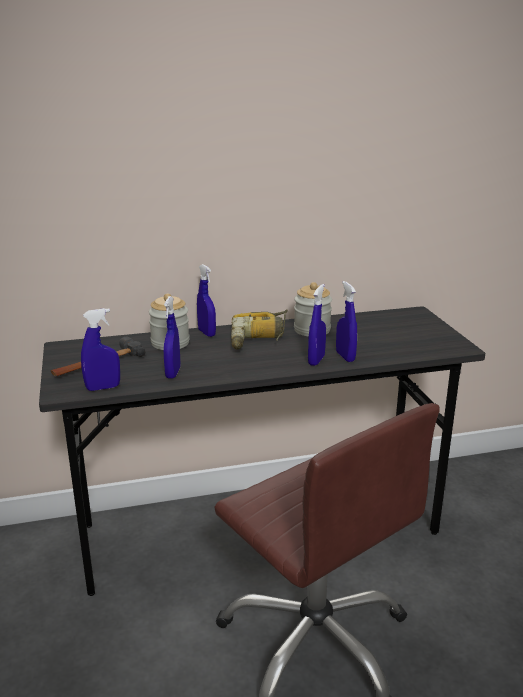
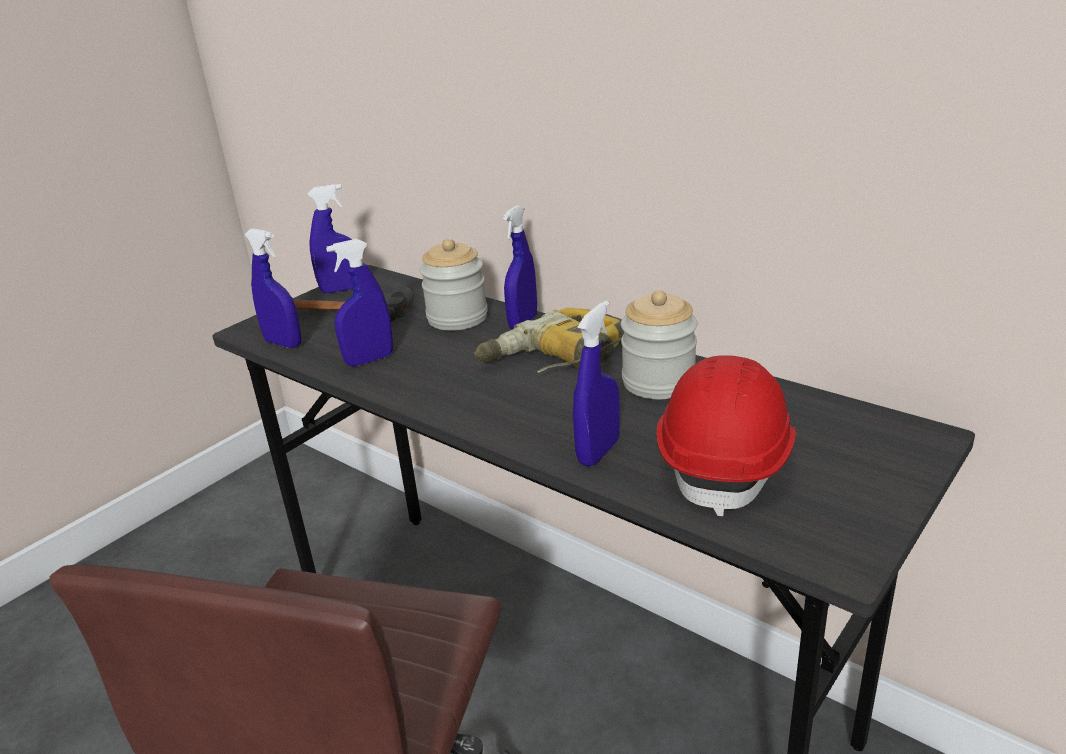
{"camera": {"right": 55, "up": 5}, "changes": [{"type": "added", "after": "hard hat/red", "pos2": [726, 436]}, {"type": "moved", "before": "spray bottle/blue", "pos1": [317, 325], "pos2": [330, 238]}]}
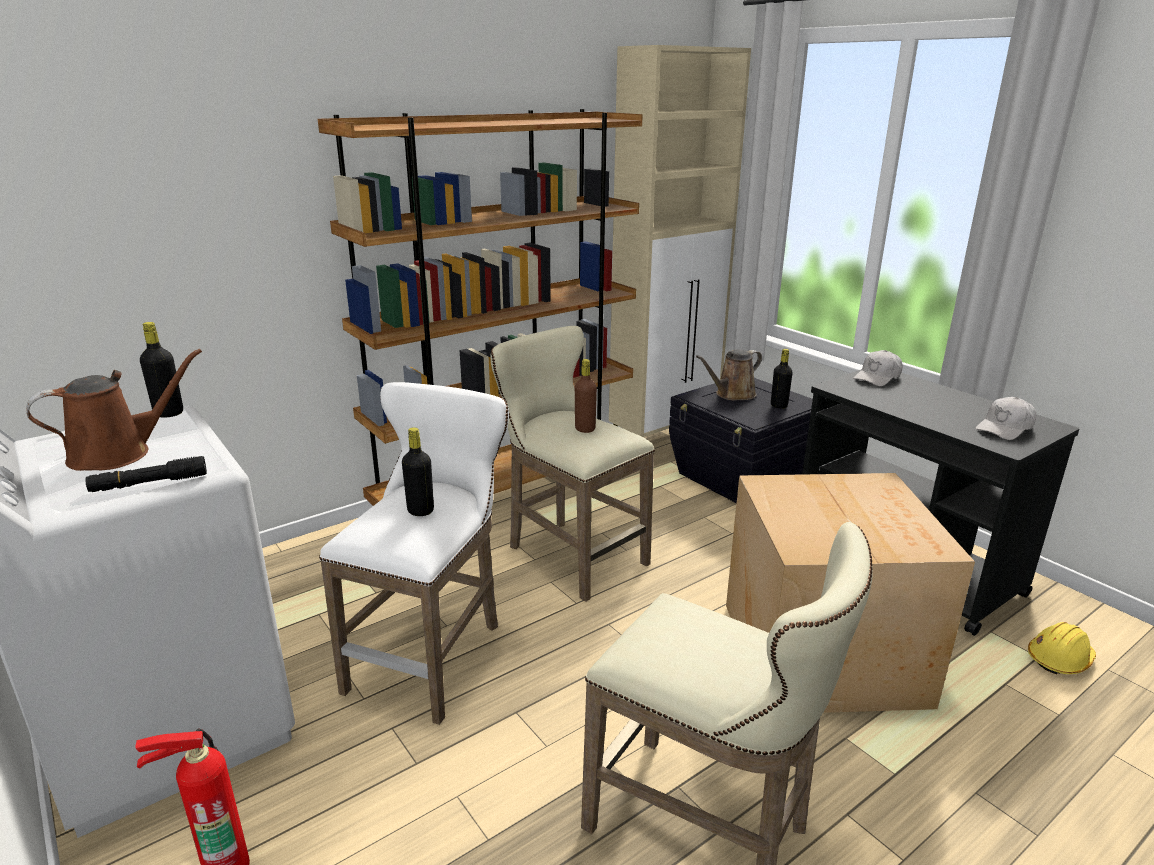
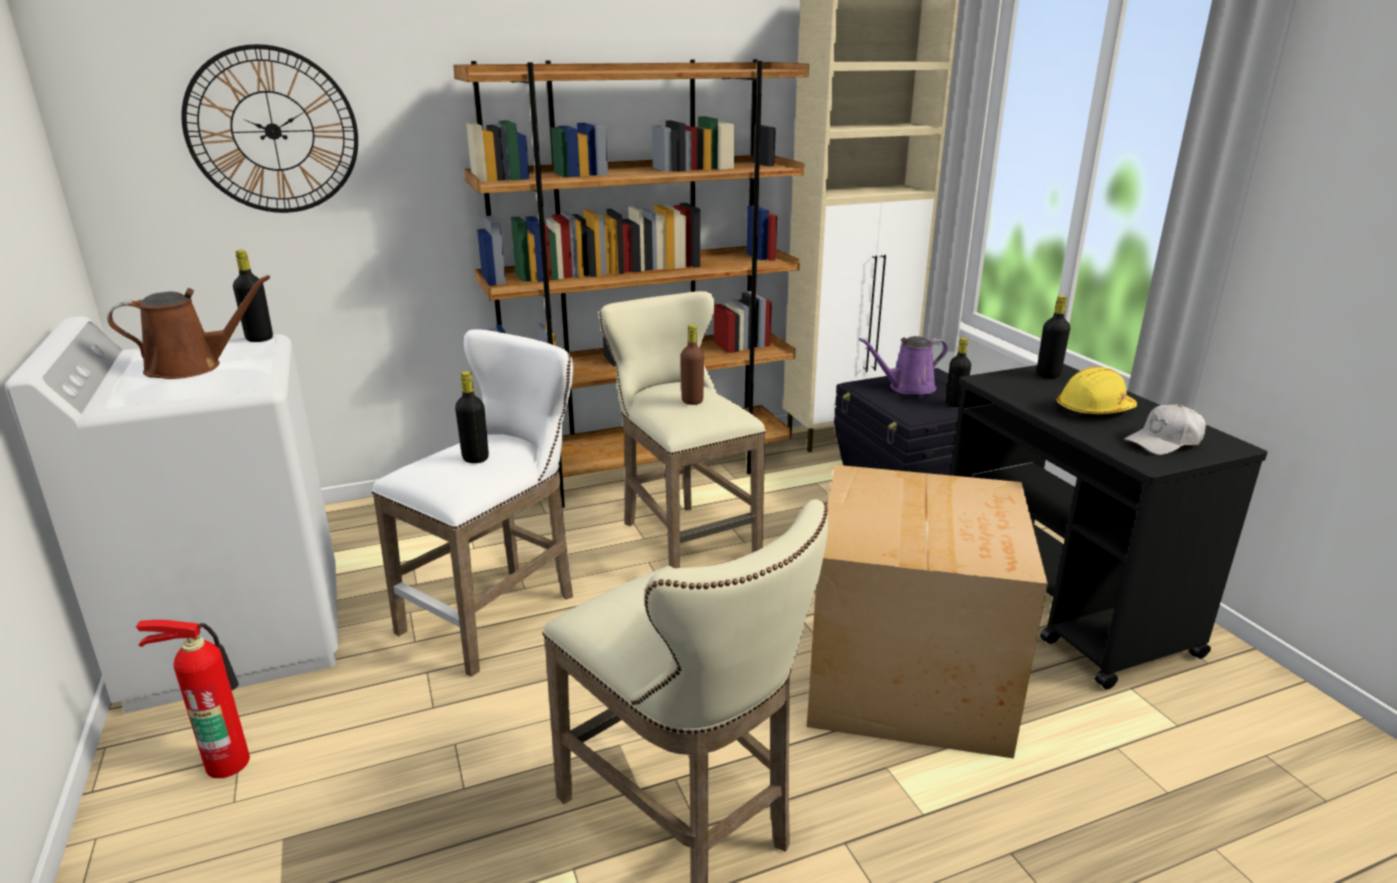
{"camera": {"right": 15, "up": 0}, "changes": [{"type": "removed", "before": "flashlight/black", "pos1": [146, 474]}, {"type": "added", "after": "wall clock", "pos2": [269, 128]}, {"type": "moved", "before": "hard hat/yellow", "pos1": [1062, 648], "pos2": [1097, 392]}, {"type": "replaced", "before": "cap/white", "after": "bottle/black", "pos1": [878, 368], "pos2": [1053, 336]}, {"type": "recoloured", "before": "watering can/brown", "after": "watering can/purple", "pos1": [729, 375], "pos2": [903, 365]}]}
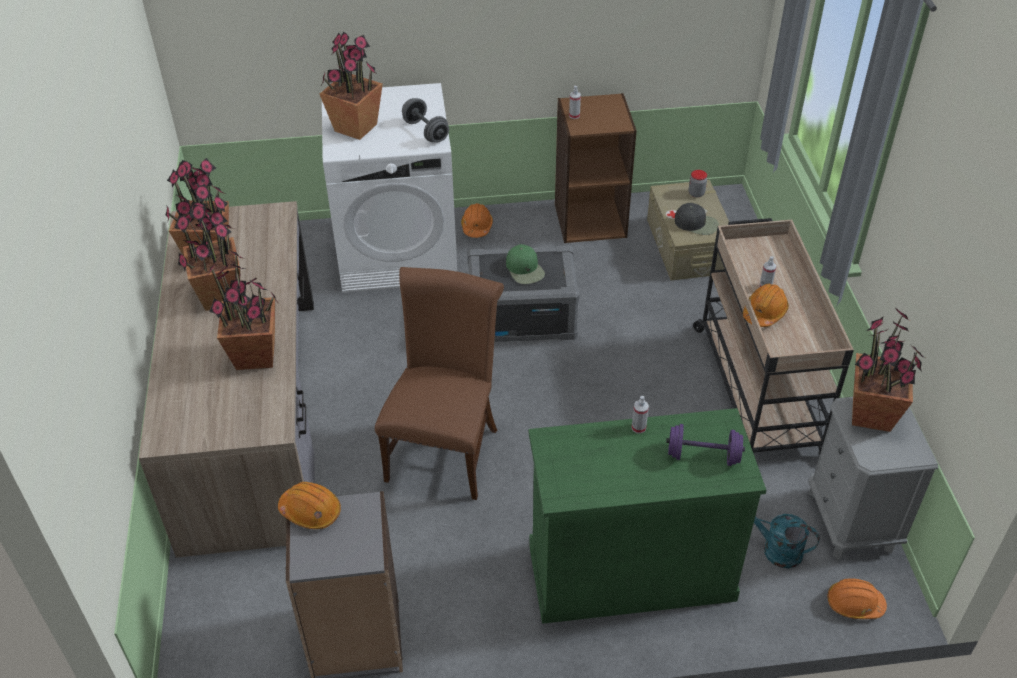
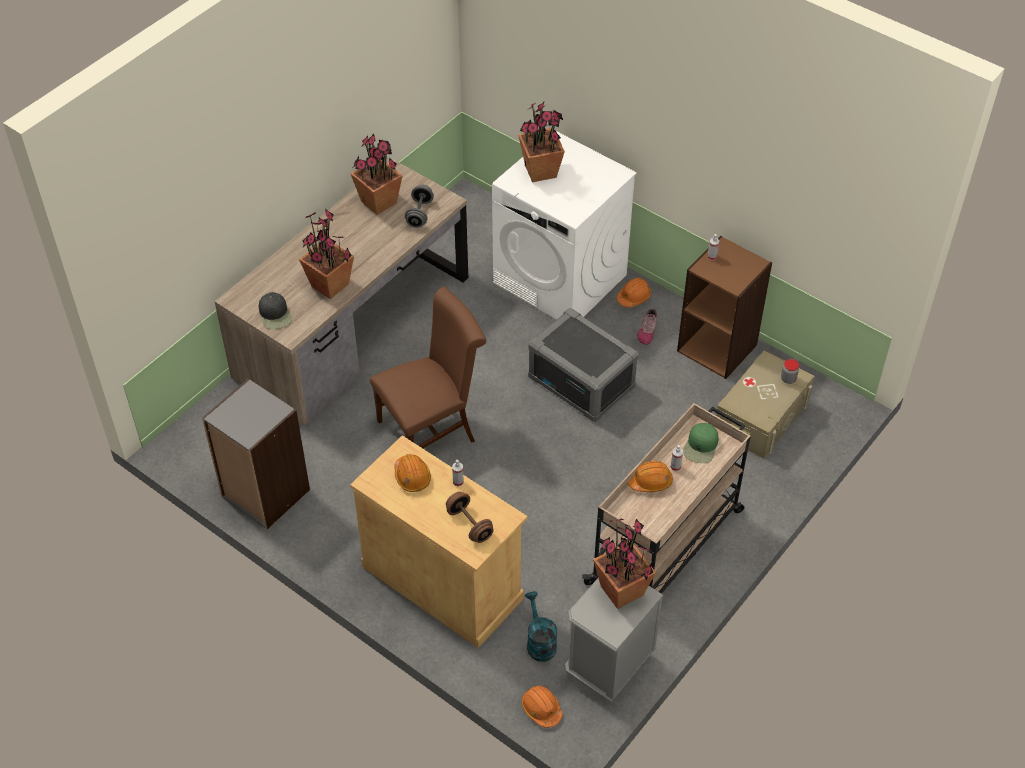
{"camera": {"right": 45, "up": 5}, "changes": [{"type": "removed", "before": "potted plant", "pos1": [207, 253]}, {"type": "added", "after": "shoe", "pos2": [647, 327]}, {"type": "moved", "before": "hard hat/orange", "pos1": [309, 505], "pos2": [412, 473]}, {"type": "moved", "before": "dumbbell/grey", "pos1": [425, 120], "pos2": [419, 206]}, {"type": "moved", "before": "cap/green", "pos1": [525, 264], "pos2": [701, 443]}, {"type": "moved", "before": "cap/black", "pos1": [697, 219], "pos2": [275, 310]}, {"type": "recoloured", "before": "cabinet/green", "after": "cabinet/beige", "pos1": [647, 516], "pos2": [439, 541]}, {"type": "recoloured", "before": "dumbbell/purple", "after": "dumbbell/brown", "pos1": [705, 445], "pos2": [470, 517]}]}
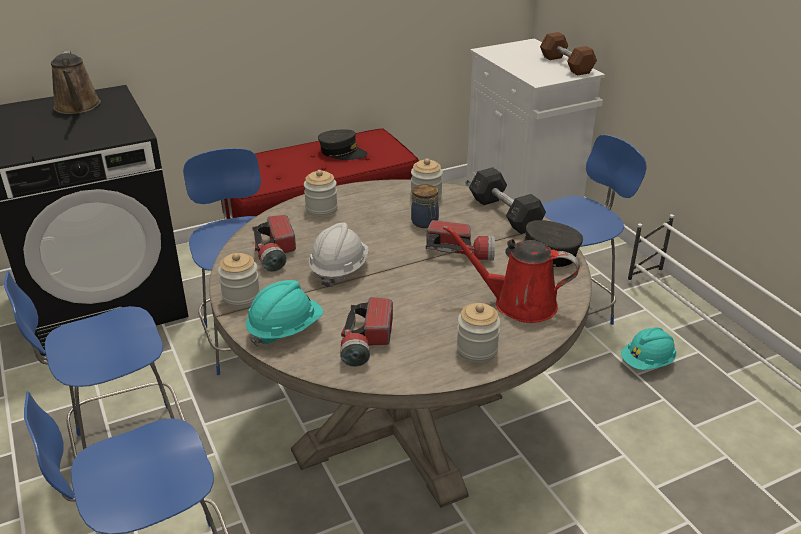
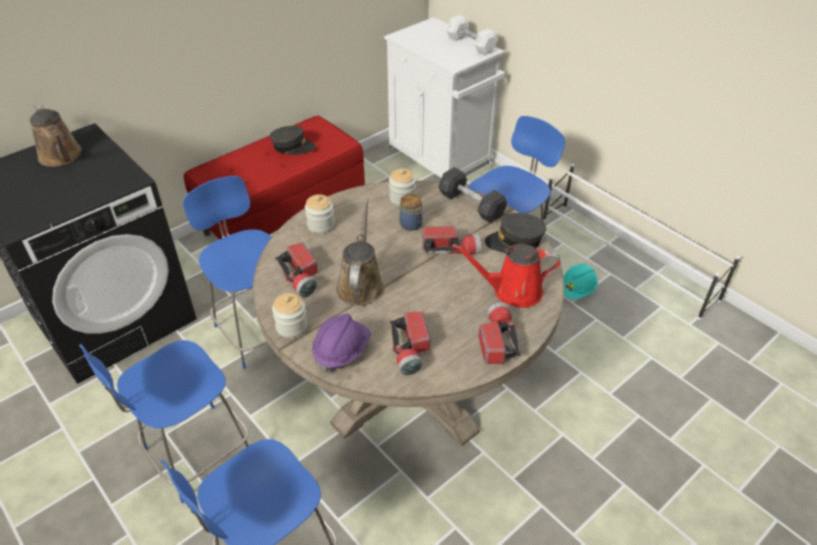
{"camera": {"right": -15, "up": 10}, "changes": [{"type": "replaced", "before": "hard hat/white", "after": "watering can/brown", "pos1": [339, 255], "pos2": [360, 252]}, {"type": "replaced", "before": "jar", "after": "flashlight", "pos1": [478, 333], "pos2": [499, 333]}, {"type": "recoloured", "before": "hard hat/turquoise", "after": "hard hat/purple", "pos1": [284, 313], "pos2": [341, 343]}, {"type": "recoloured", "before": "dumbbell/brown", "after": "dumbbell/white", "pos1": [568, 53], "pos2": [472, 35]}]}
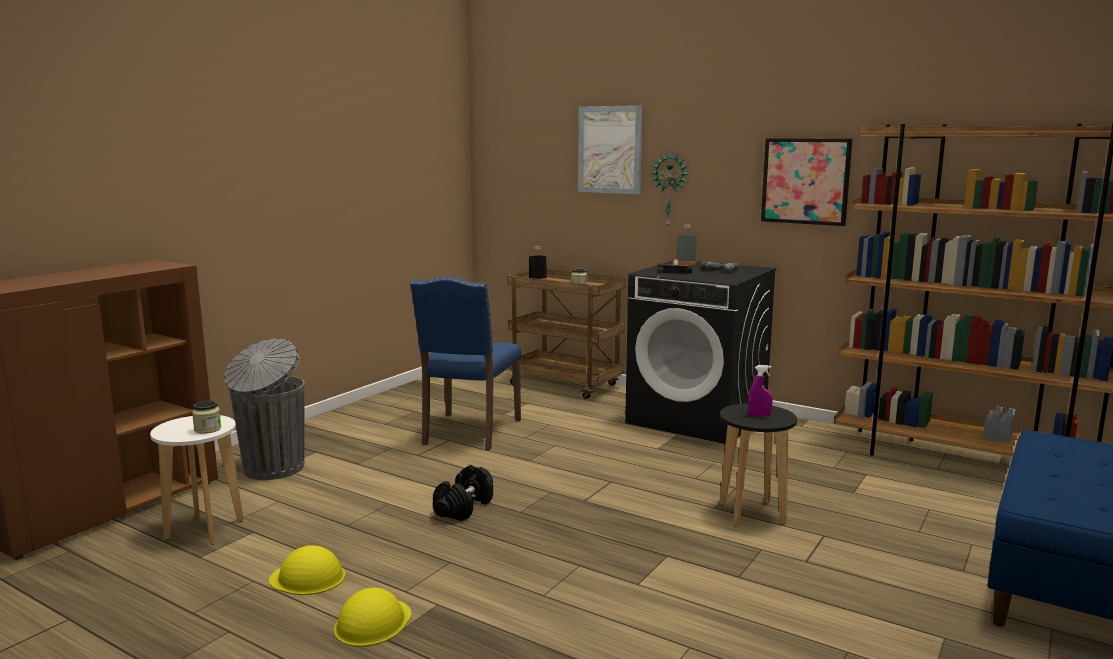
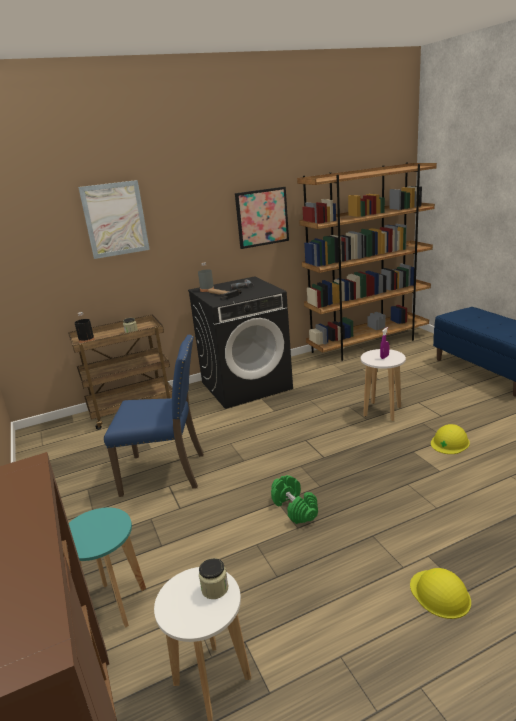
{"camera": {"right": -55, "up": 10}, "changes": [{"type": "removed", "before": "wall clock", "pos1": [670, 189]}, {"type": "moved", "before": "hard hat/yellow", "pos1": [307, 570], "pos2": [450, 439]}, {"type": "replaced", "before": "trash can/grey", "after": "stool/turquoise", "pos1": [264, 409], "pos2": [107, 567]}, {"type": "recoloured", "before": "dumbbell/black", "after": "dumbbell/green", "pos1": [463, 493], "pos2": [294, 499]}, {"type": "recoloured", "before": "stool/black", "after": "stool/white", "pos1": [758, 465], "pos2": [383, 385]}, {"type": "turned", "before": "chair/blue", "pos1": [465, 363], "pos2": [154, 416], "turn": -45}]}
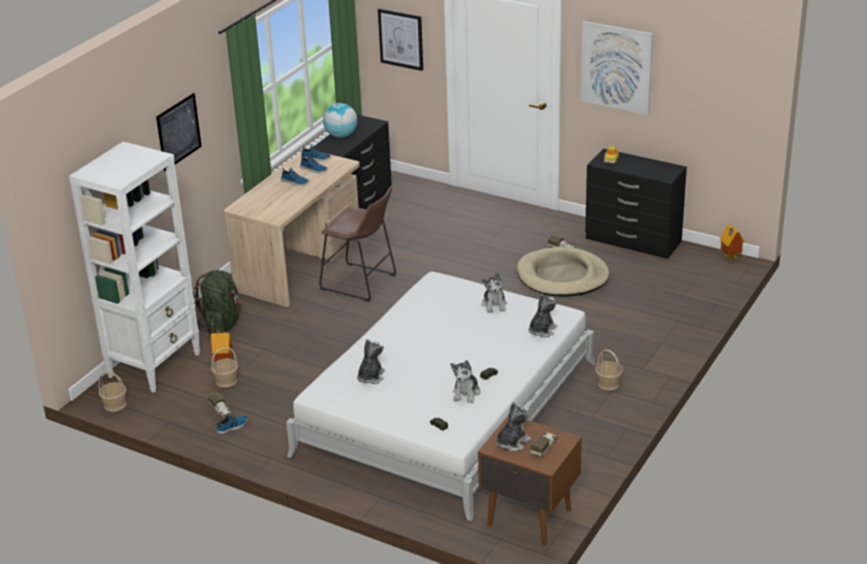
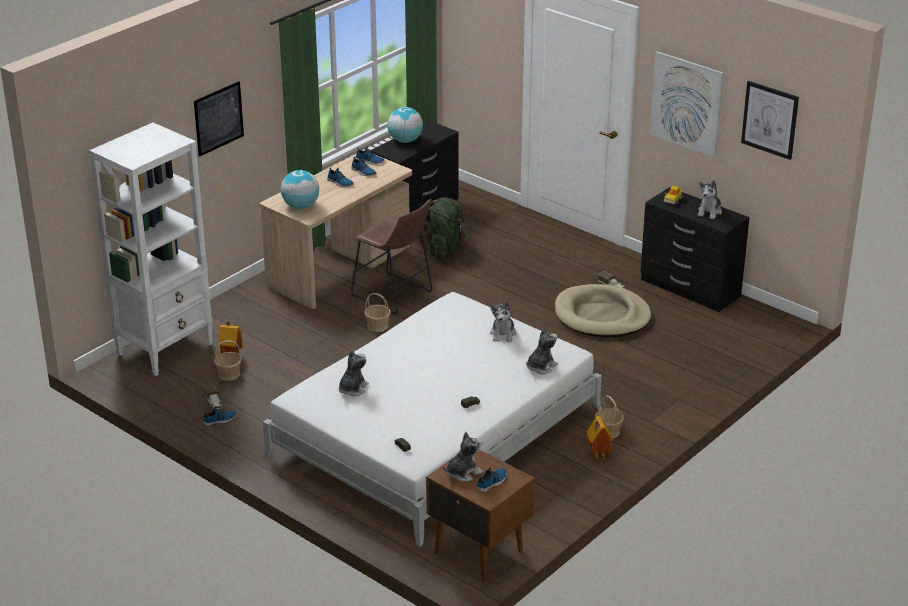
{"camera": {"right": 10, "up": 0}, "changes": [{"type": "added", "after": "globe", "pos2": [300, 189]}, {"type": "moved", "before": "basket", "pos1": [113, 392], "pos2": [377, 312]}, {"type": "moved", "before": "backpack/green", "pos1": [218, 302], "pos2": [442, 227]}, {"type": "moved", "before": "picture", "pos1": [400, 39], "pos2": [770, 120]}, {"type": "moved", "before": "plush toy", "pos1": [465, 381], "pos2": [710, 199]}, {"type": "moved", "before": "toy house", "pos1": [732, 242], "pos2": [600, 438]}, {"type": "replaced", "before": "toy truck", "after": "shoe", "pos1": [543, 444], "pos2": [492, 479]}]}
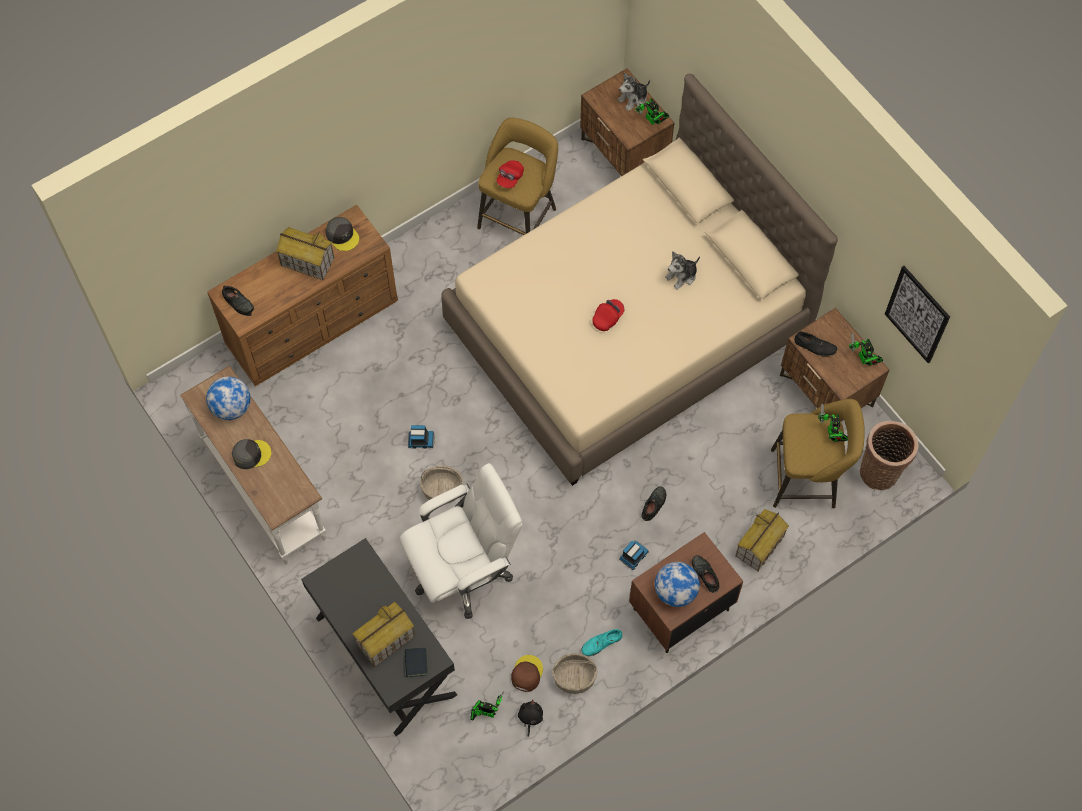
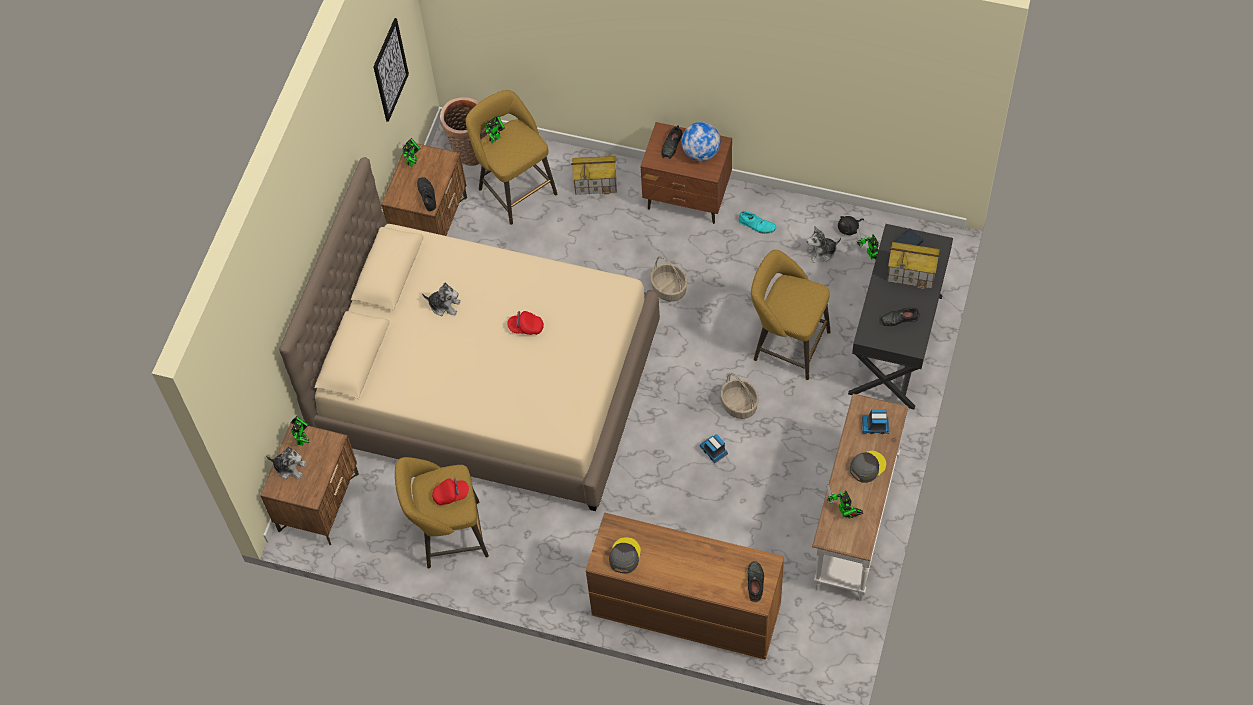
{"camera": {"right": -125, "up": -5}, "changes": [{"type": "removed", "before": "toy house", "pos1": [305, 253]}, {"type": "moved", "before": "basket", "pos1": [574, 673], "pos2": [668, 279]}, {"type": "moved", "before": "toy truck", "pos1": [634, 555], "pos2": [875, 421]}, {"type": "moved", "before": "shoe/black", "pos1": [653, 503], "pos2": [900, 317]}, {"type": "replaced", "before": "globe", "after": "toy robot", "pos1": [228, 398], "pos2": [845, 502]}, {"type": "replaced", "before": "office chair/white", "after": "stool/yellow", "pos1": [461, 541], "pos2": [790, 315]}, {"type": "replaced", "before": "cap/brown", "after": "plush toy", "pos1": [527, 673], "pos2": [823, 244]}, {"type": "turned", "before": "cap/grey", "pos1": [252, 454], "pos2": [868, 467], "turn": 105}]}
